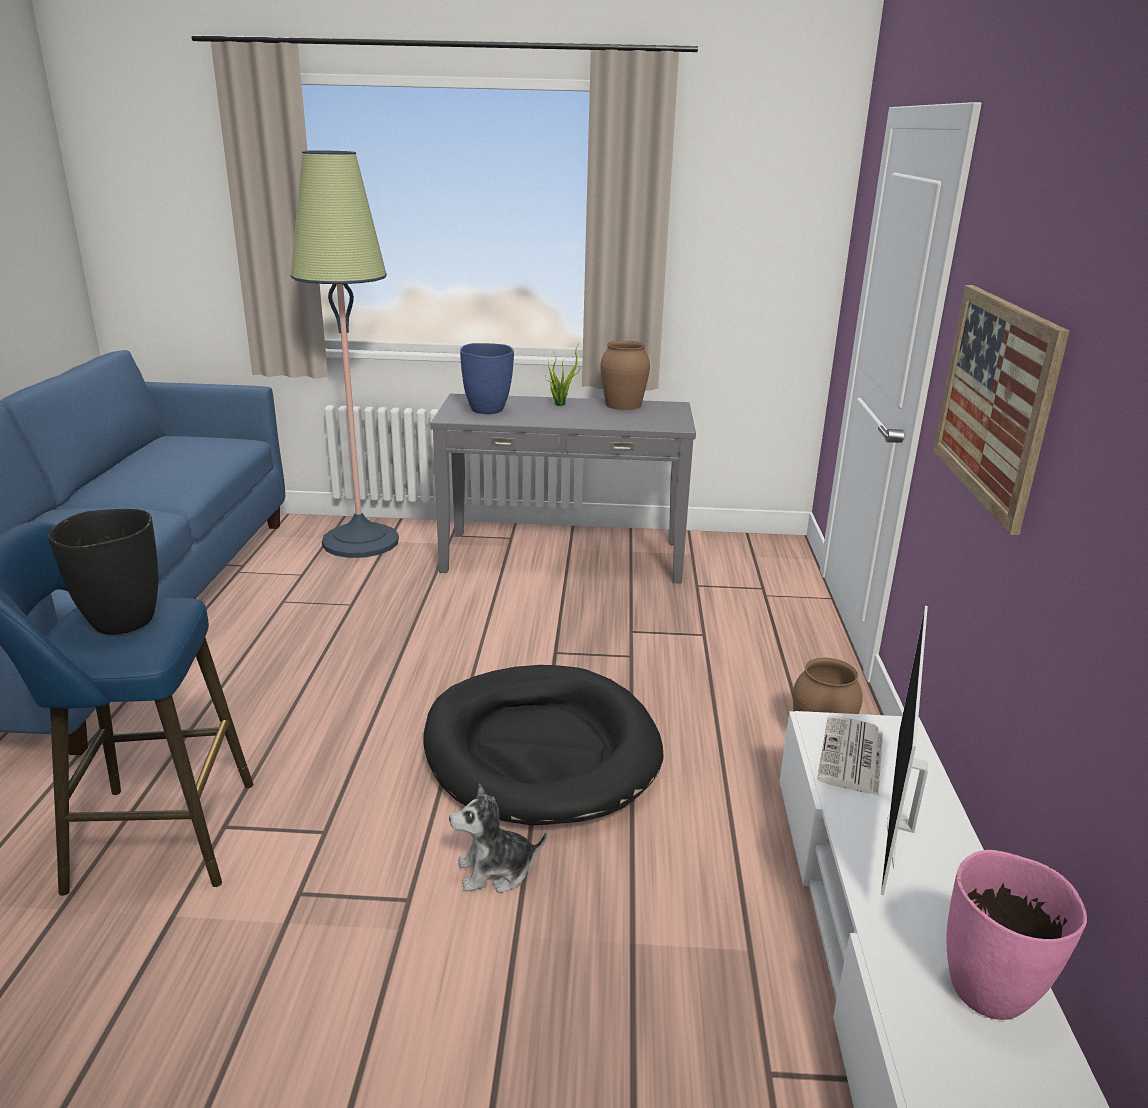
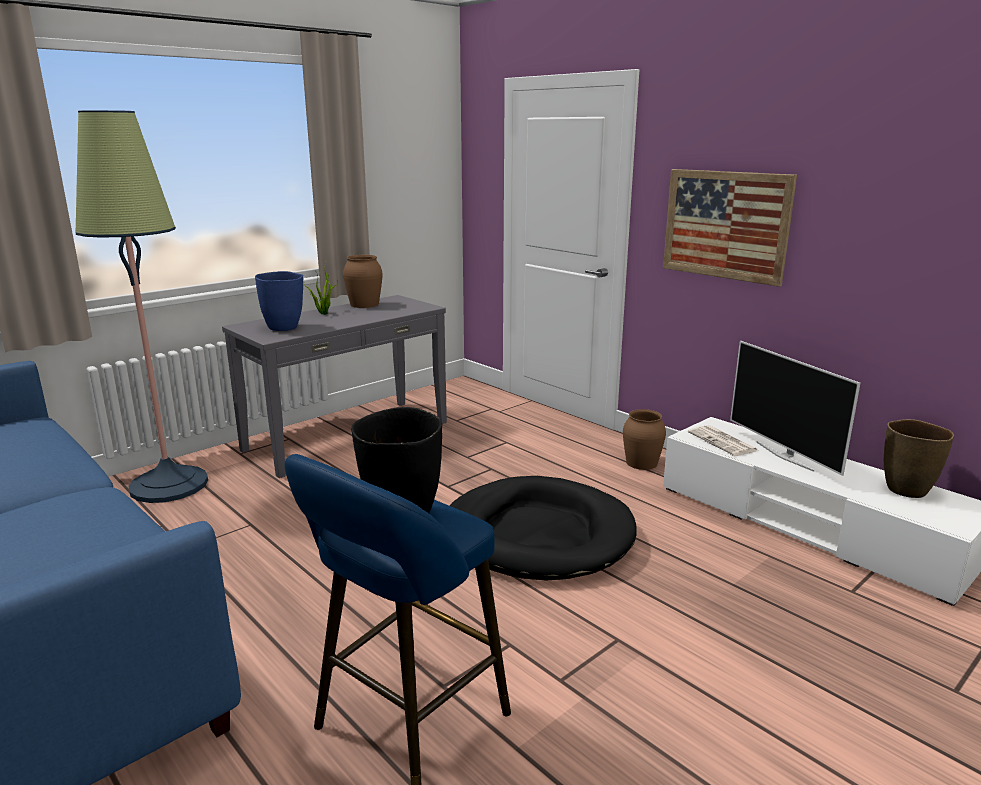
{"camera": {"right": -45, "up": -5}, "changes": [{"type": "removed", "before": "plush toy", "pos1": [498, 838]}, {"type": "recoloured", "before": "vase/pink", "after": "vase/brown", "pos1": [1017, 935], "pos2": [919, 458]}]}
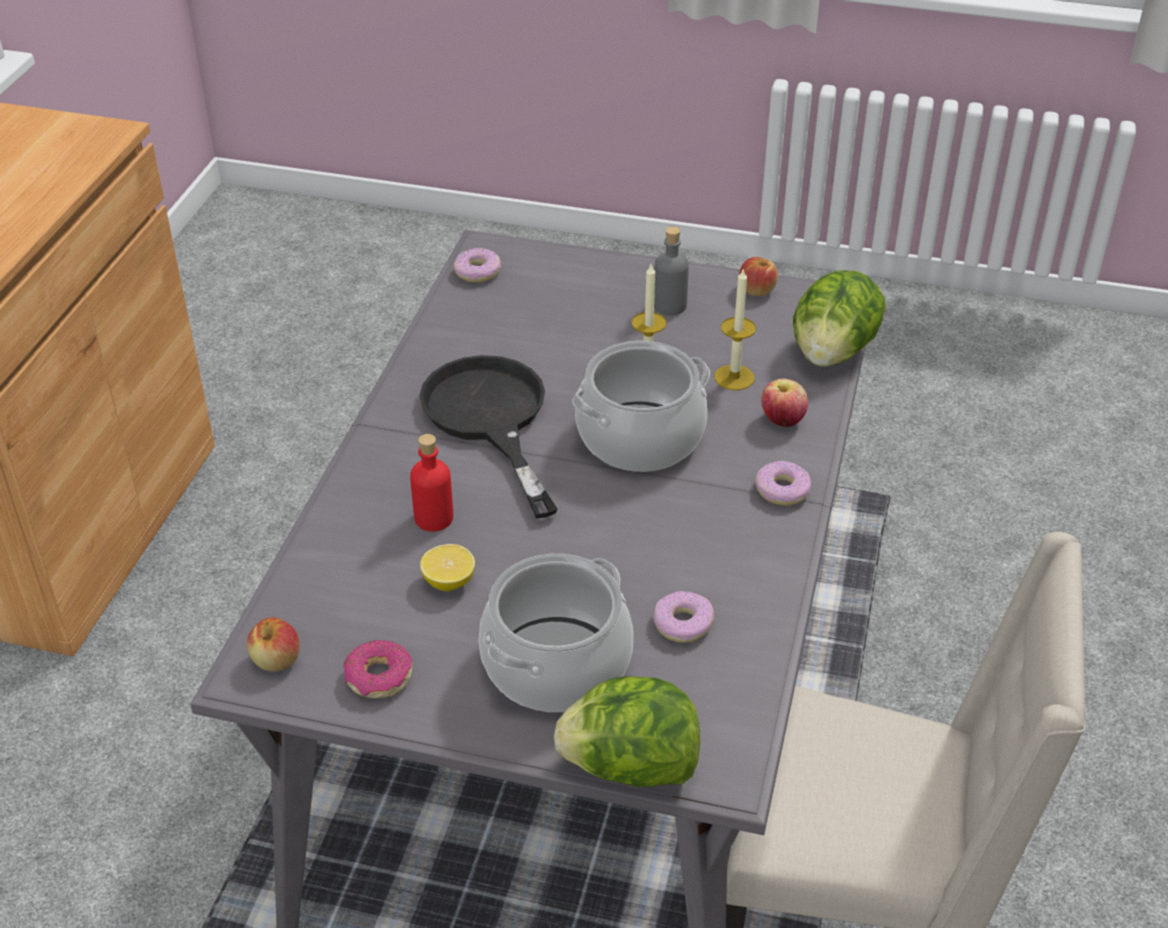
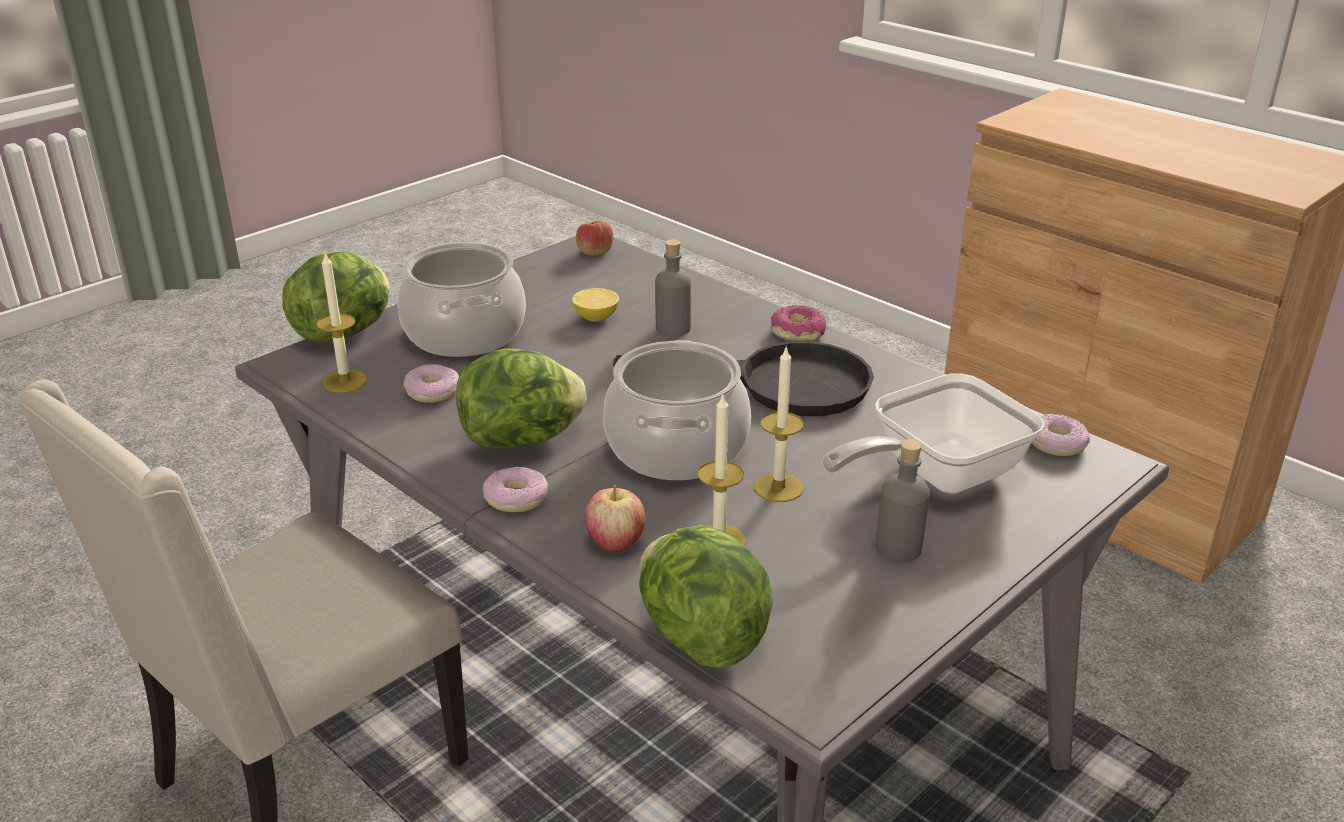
{"camera": {"right": 120, "up": -10}, "changes": [{"type": "removed", "before": "apple", "pos1": [758, 276]}, {"type": "added", "after": "candle", "pos2": [341, 323]}, {"type": "added", "after": "lettuce", "pos2": [521, 398]}, {"type": "added", "after": "frying pan", "pos2": [933, 433]}, {"type": "moved", "before": "donut", "pos1": [377, 669], "pos2": [798, 323]}, {"type": "recoloured", "before": "bottle/red", "after": "bottle/grey", "pos1": [431, 483], "pos2": [673, 288]}]}
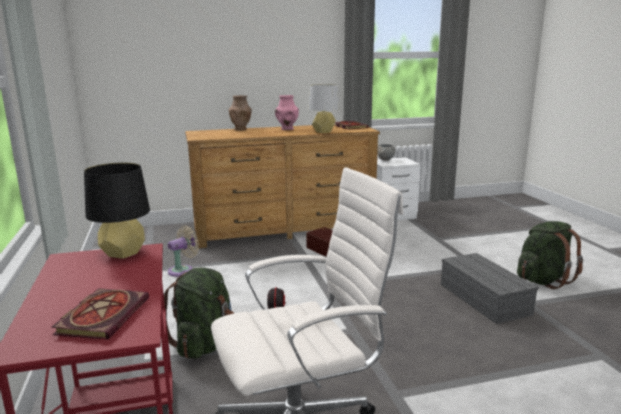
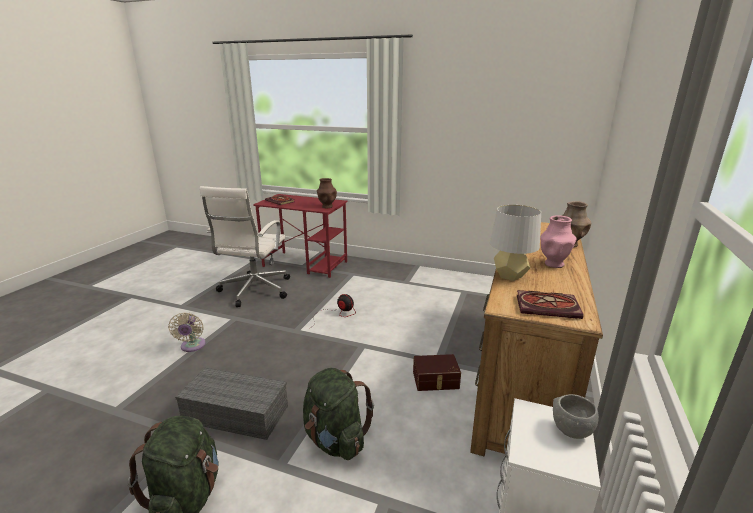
{"camera": {"right": 125, "up": 5}, "changes": [{"type": "moved", "before": "backpack/green", "pos1": [199, 313], "pos2": [338, 414]}, {"type": "moved", "before": "fan/beige", "pos1": [183, 251], "pos2": [187, 332]}, {"type": "replaced", "before": "table lamp/black", "after": "vase/brown", "pos1": [117, 211], "pos2": [327, 193]}]}
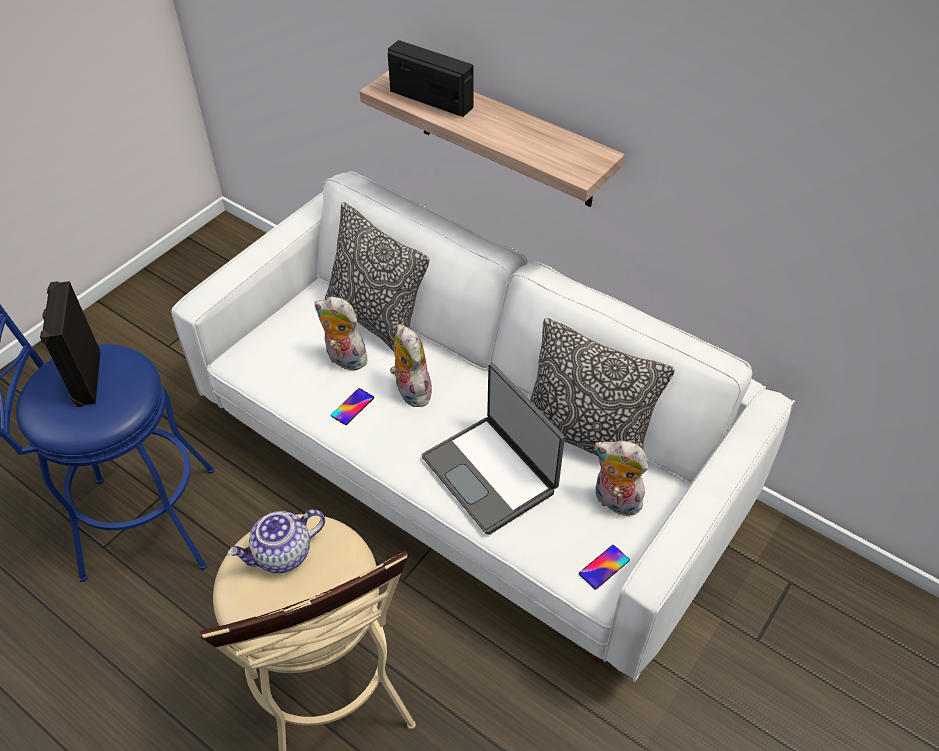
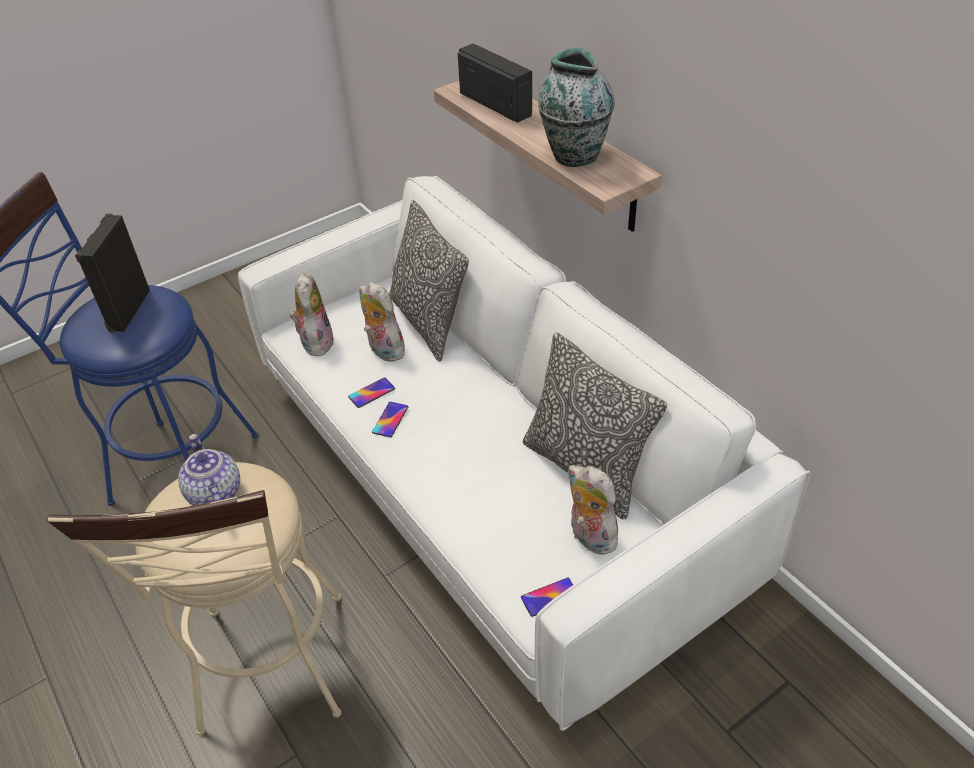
{"camera": {"right": 20, "up": -5}, "changes": [{"type": "removed", "before": "laptop", "pos1": [493, 449]}, {"type": "added", "after": "phone", "pos2": [390, 419]}, {"type": "added", "after": "vase", "pos2": [576, 107]}, {"type": "moved", "before": "plush toy", "pos1": [411, 365], "pos2": [311, 314]}, {"type": "turned", "before": "teapot", "pos1": [276, 541], "pos2": [209, 470], "turn": 75}]}
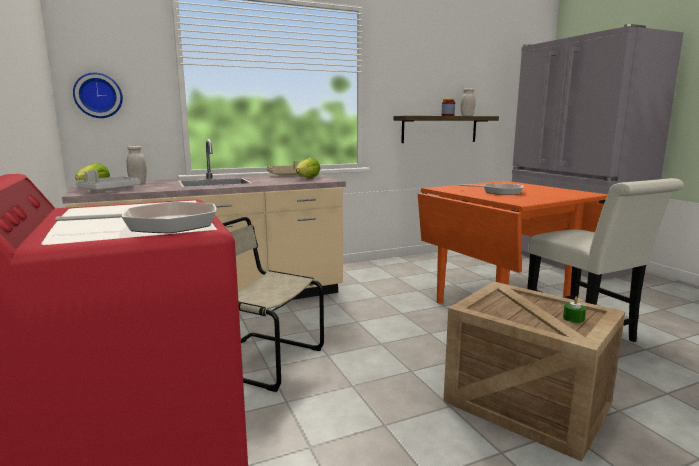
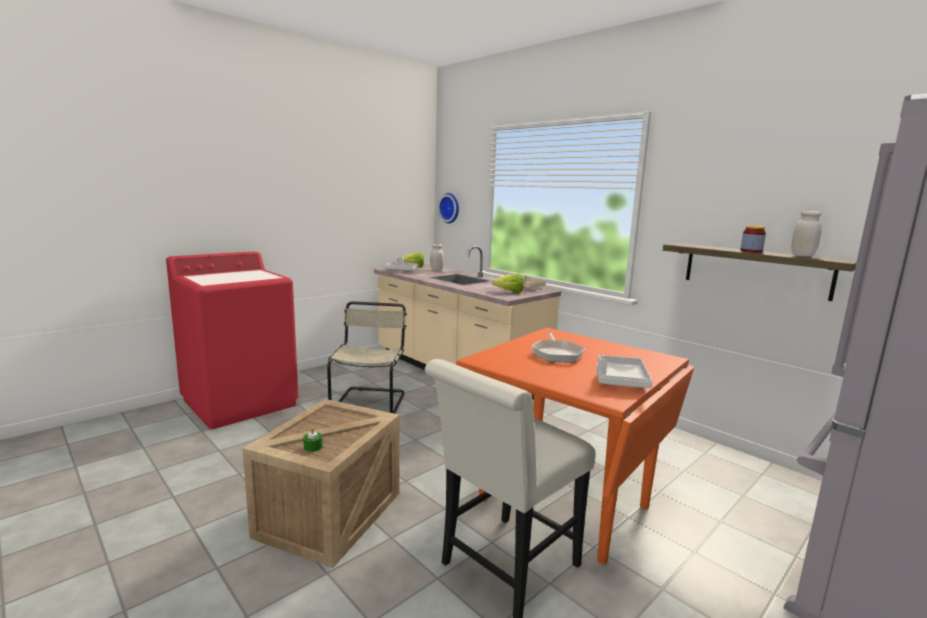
{"camera": {"right": 70, "up": 0}, "changes": [{"type": "removed", "before": "frying pan", "pos1": [136, 217]}, {"type": "added", "after": "tray/grey", "pos2": [624, 371]}]}
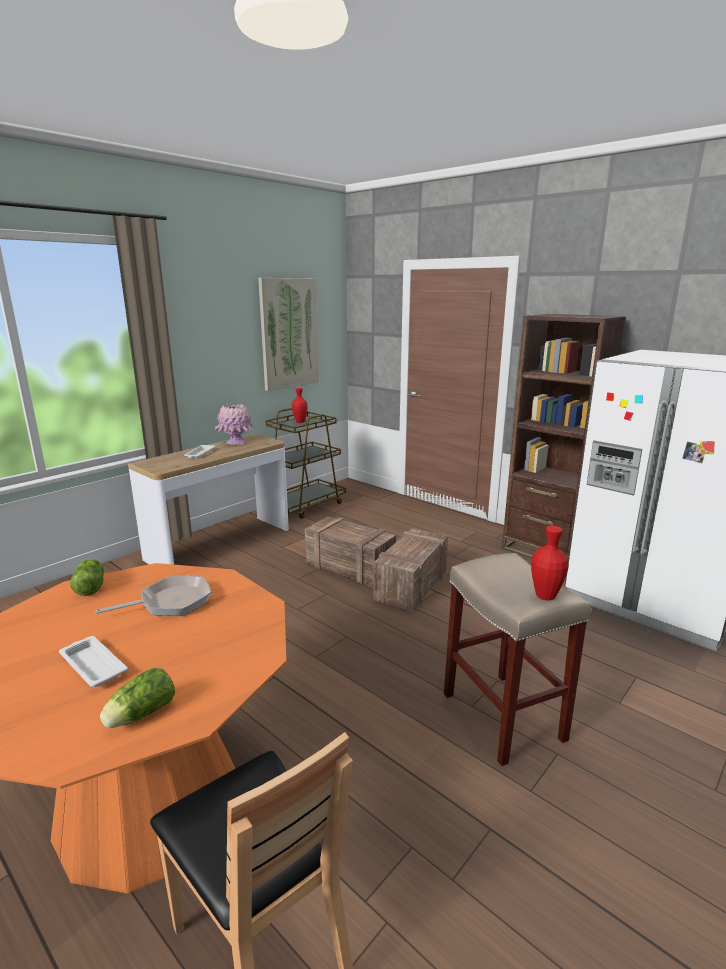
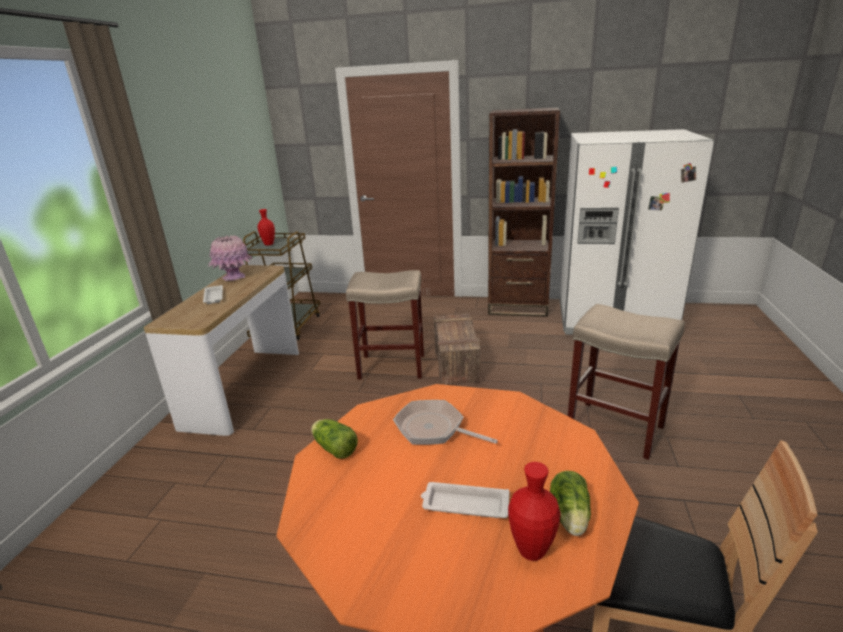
{"camera": {"right": -30, "up": 5}, "changes": [{"type": "removed", "before": "picture", "pos1": [288, 334]}, {"type": "moved", "before": "vase/red", "pos1": [550, 563], "pos2": [534, 511]}, {"type": "replaced", "before": "crate", "after": "stool/beige", "pos1": [350, 550], "pos2": [385, 325]}, {"type": "turned", "before": "frying pan", "pos1": [153, 596], "pos2": [445, 422], "turn": -90}]}
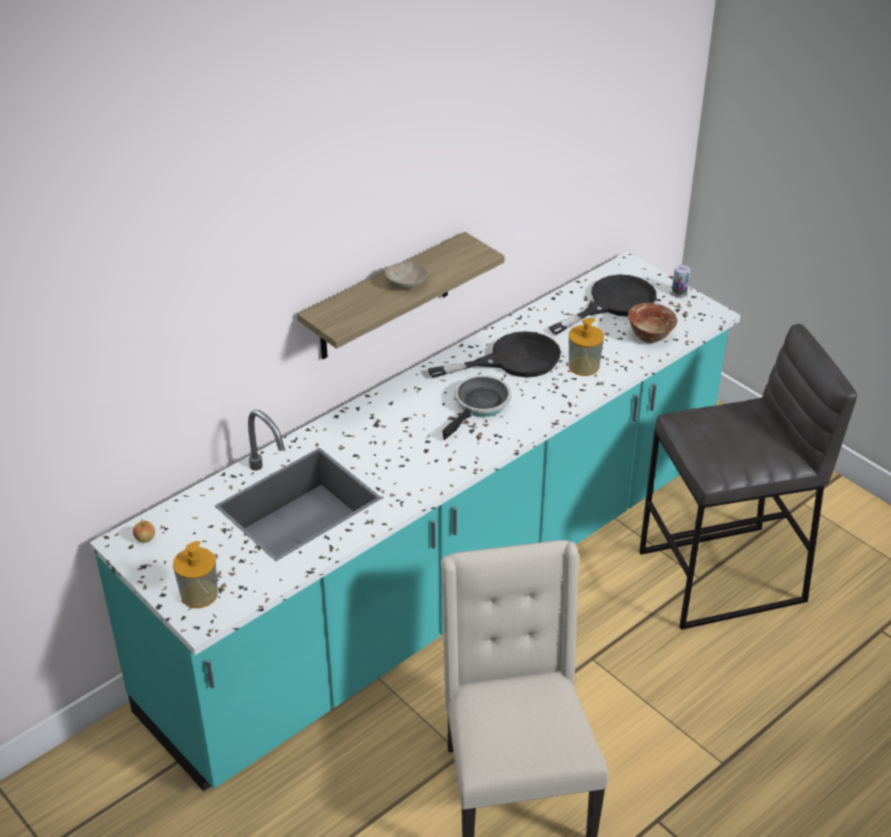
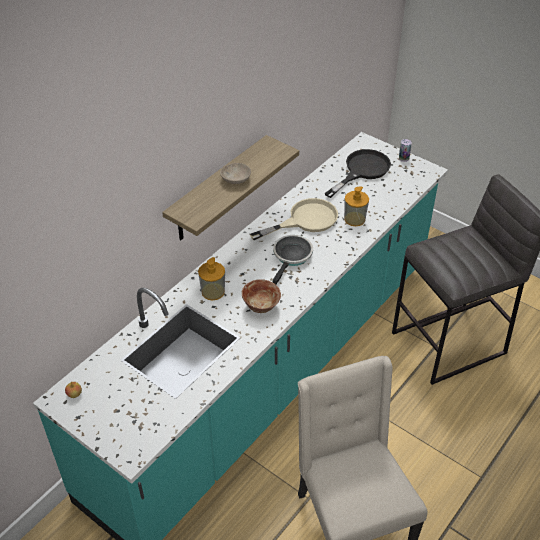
{"camera": {"right": -10, "up": 5}, "changes": [{"type": "moved", "before": "soap dispenser", "pos1": [195, 574], "pos2": [211, 278]}, {"type": "moved", "before": "bowl", "pos1": [652, 323], "pos2": [261, 296]}, {"type": "recoloured", "before": "frying pan/black", "after": "frying pan/beige", "pos1": [494, 354], "pos2": [294, 219]}]}
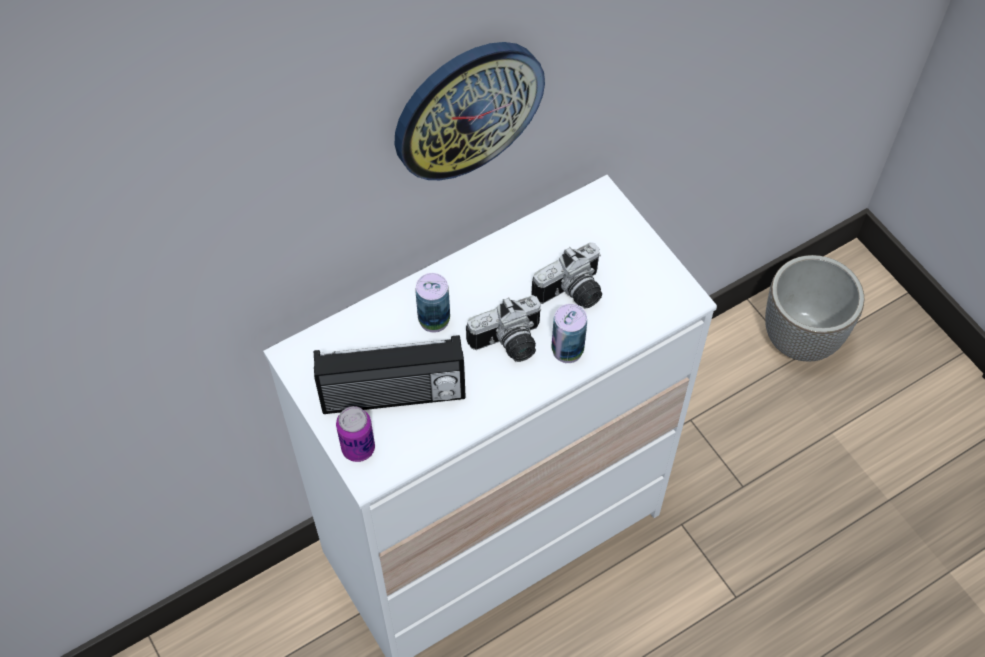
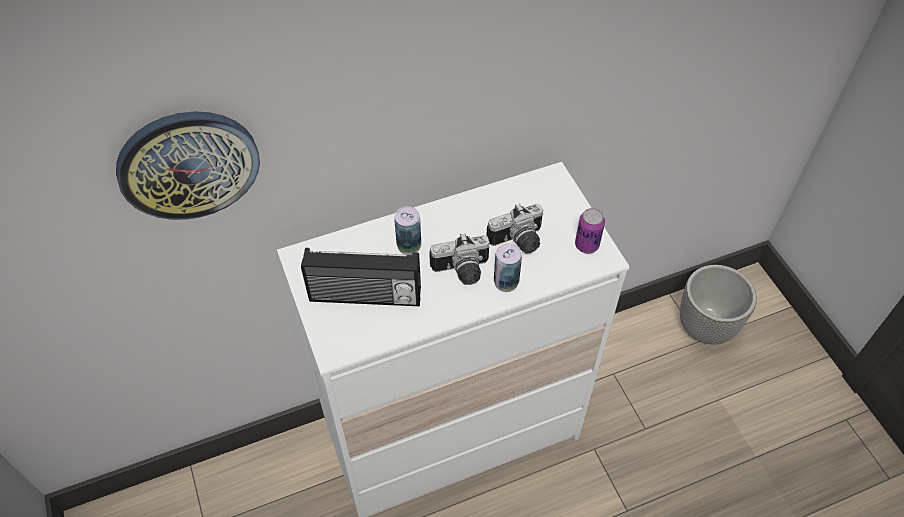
{"camera": {"right": 10, "up": -5}, "changes": [{"type": "moved", "before": "can", "pos1": [355, 434], "pos2": [590, 230]}, {"type": "moved", "before": "wall clock", "pos1": [469, 111], "pos2": [188, 165]}]}
